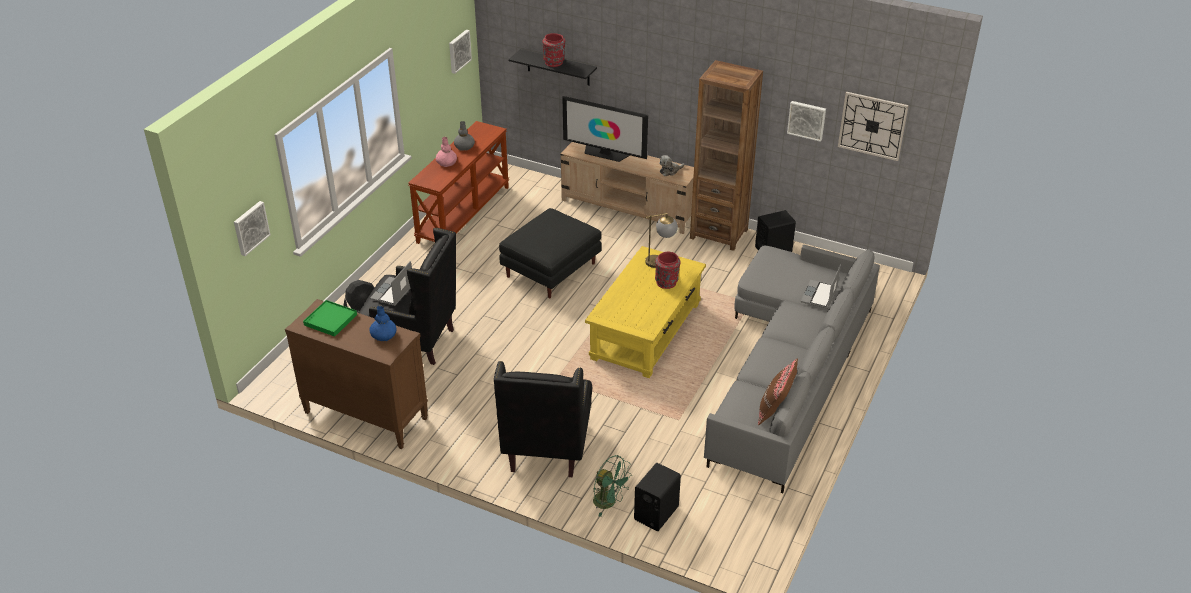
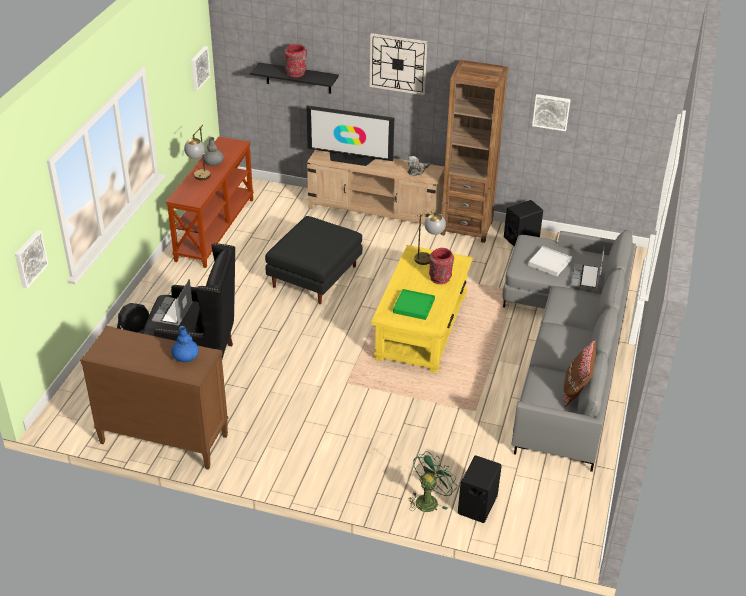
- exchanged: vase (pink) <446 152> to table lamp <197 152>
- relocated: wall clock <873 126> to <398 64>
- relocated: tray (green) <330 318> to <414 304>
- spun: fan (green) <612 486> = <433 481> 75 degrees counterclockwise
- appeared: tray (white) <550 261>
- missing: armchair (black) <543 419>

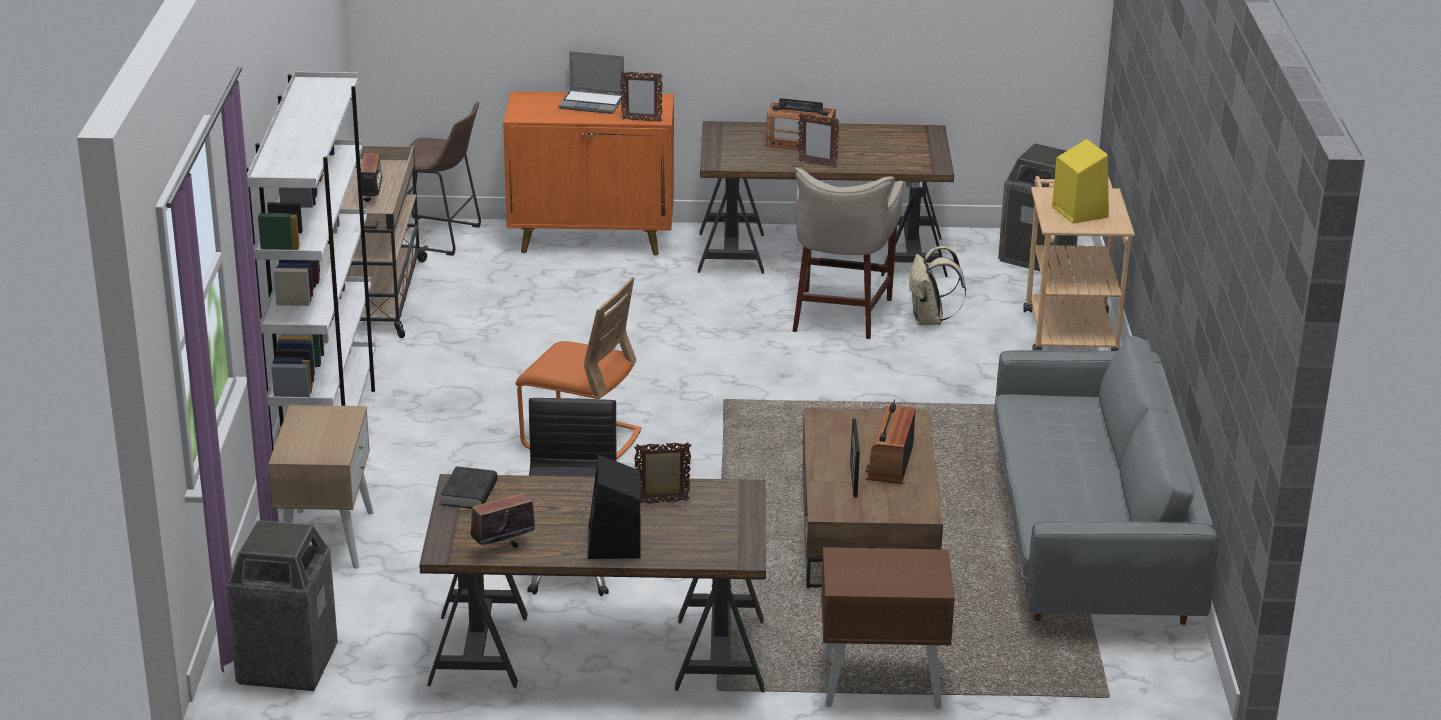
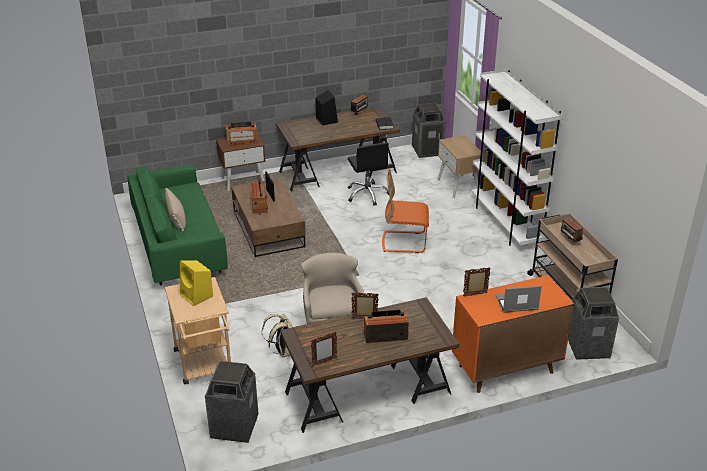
- colour: sofa (grey) <1105 479> to sofa (green) <177 225>
- appeared: pillow (beige) <175 210>
- appeared: radio <242 133>
- relocated: picture frame <662 472> to <324 348>
- exchanged: stool (brown) <441 179> to trash can <593 323>

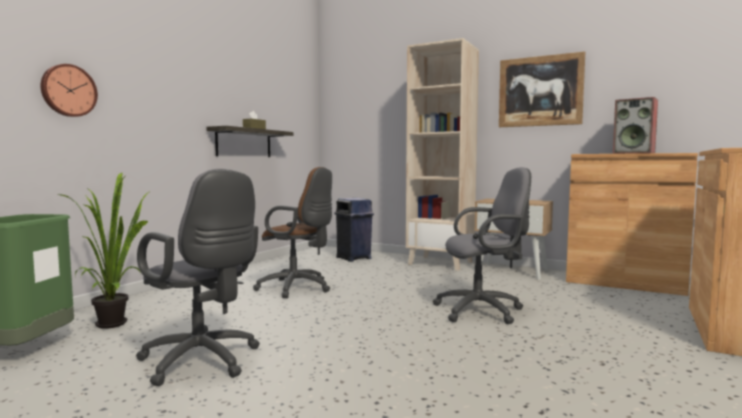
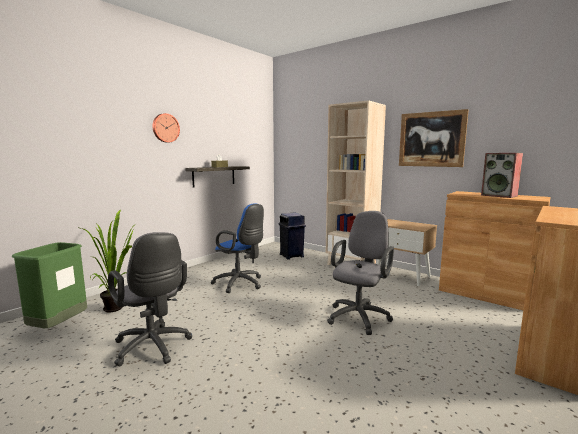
- relocated: wall clock <69 90> to <166 128>
- colour: office chair (brown) <292 232> to office chair (blue) <237 248>
- spun: office chair (grey) <482 245> = <360 273> 60 degrees counterclockwise

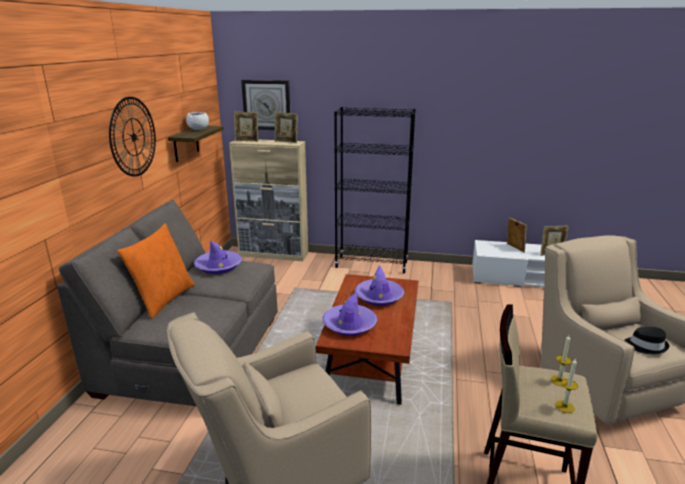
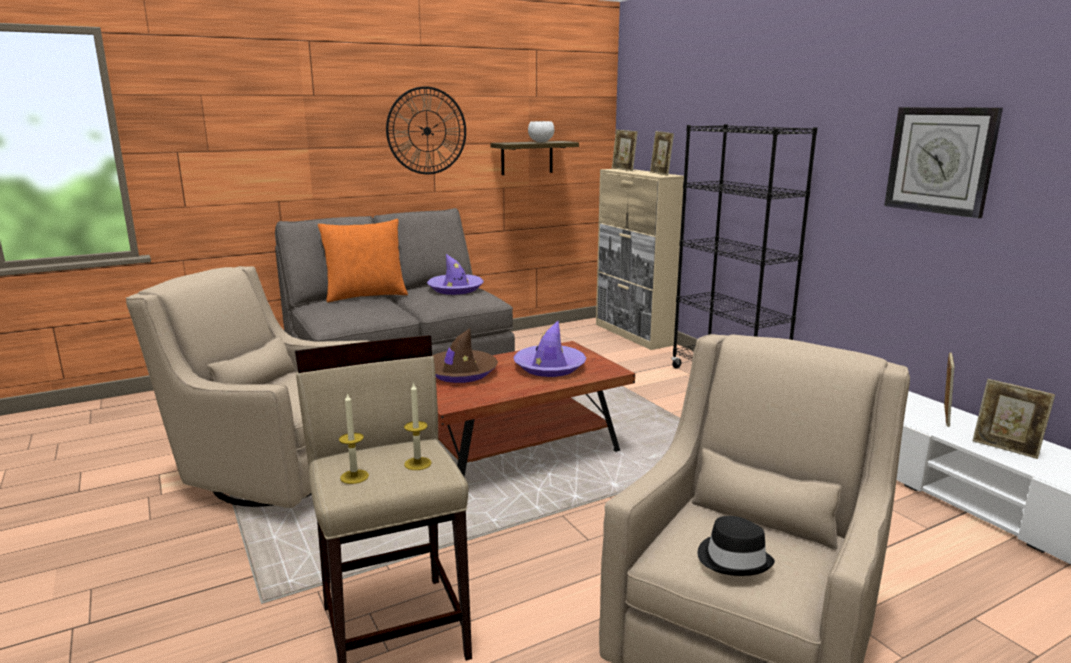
- colour: hat (purple) <350 314> to hat (brown) <465 355>
- relocated: wall clock <265 105> to <943 162>

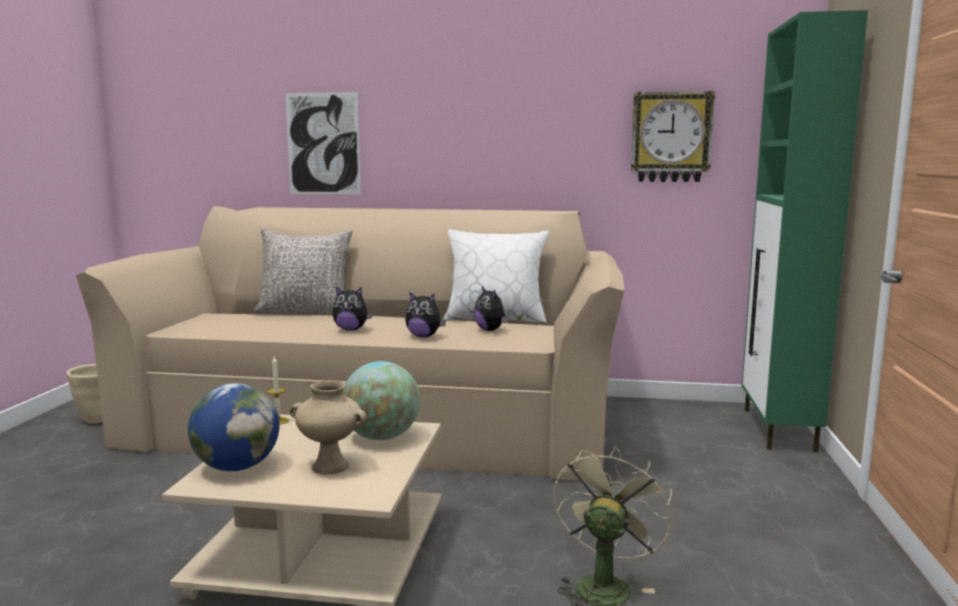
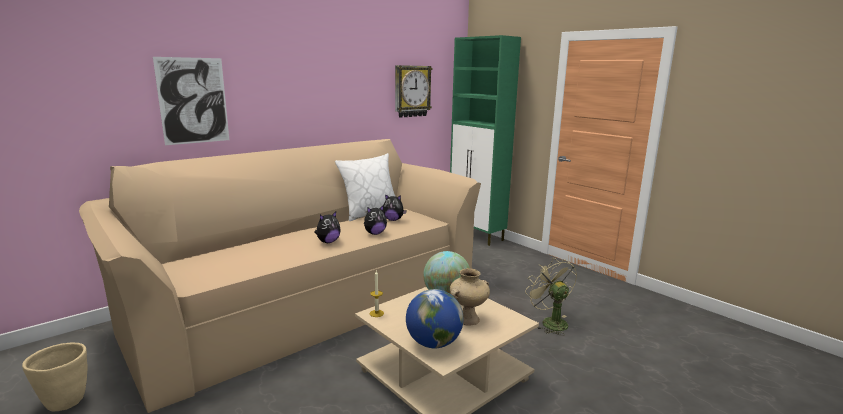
- missing: pillow (grey) <303 272>

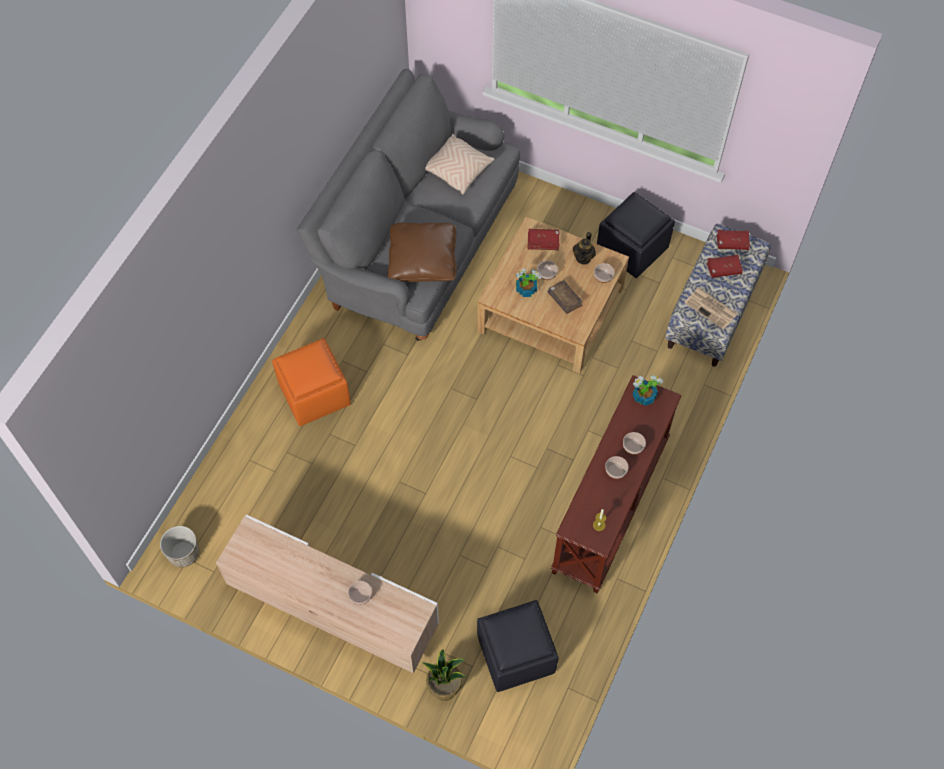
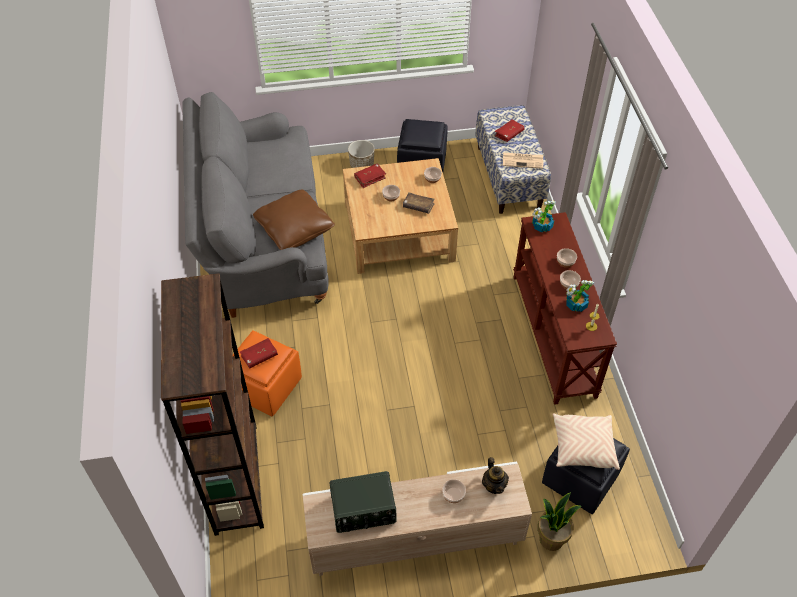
- appeared: bookcase (brown) <212 404>
- relocated: book (red) <733 240> to <259 353>
- appeared: radio <362 502>
- relocated: planter <179 546> to <361 154>
- relocated: teapot <584 248> to <495 475>
- relocated: pillow (beige) <459 164> to <586 442>
- relocated: potted plant <528 282> to <580 296>

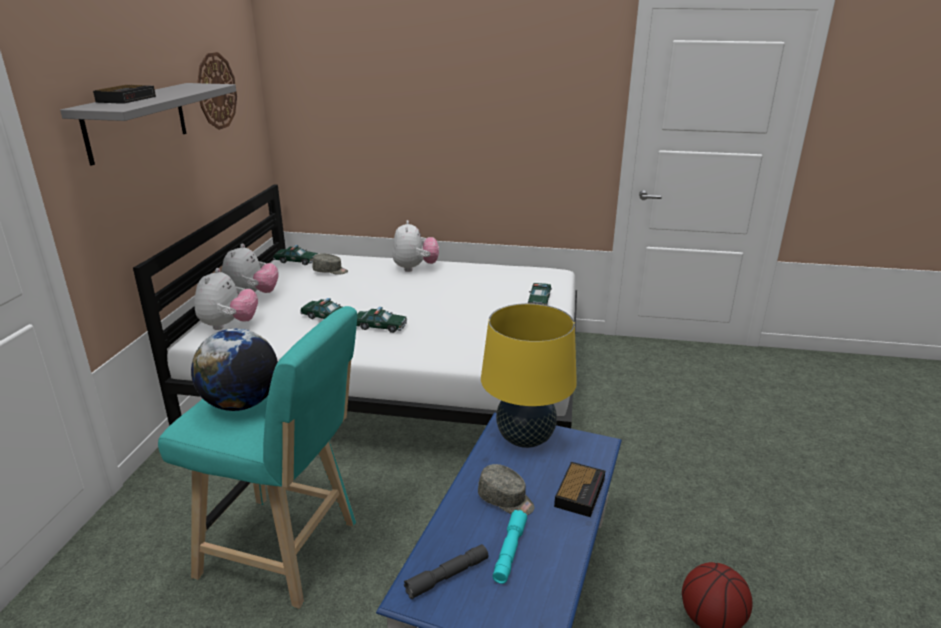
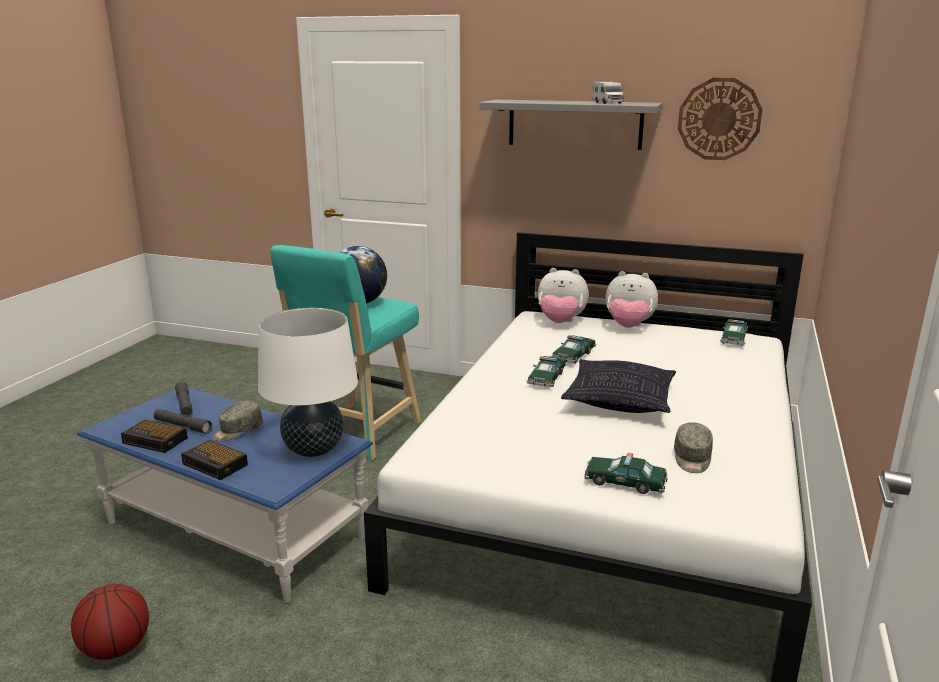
- relocated: alarm clock <124 94> to <154 436>
- colour: flashlight (turquoise) <510 547> to flashlight (grey) <183 421>
- colour: table lamp (yellow) <529 375> to table lamp (white) <308 382>
- appeared: pillow <618 386>
- appeared: toy truck <608 93>
- relocated: cap (grey) <330 264> to <693 447>
- missing: plush toy <415 246>

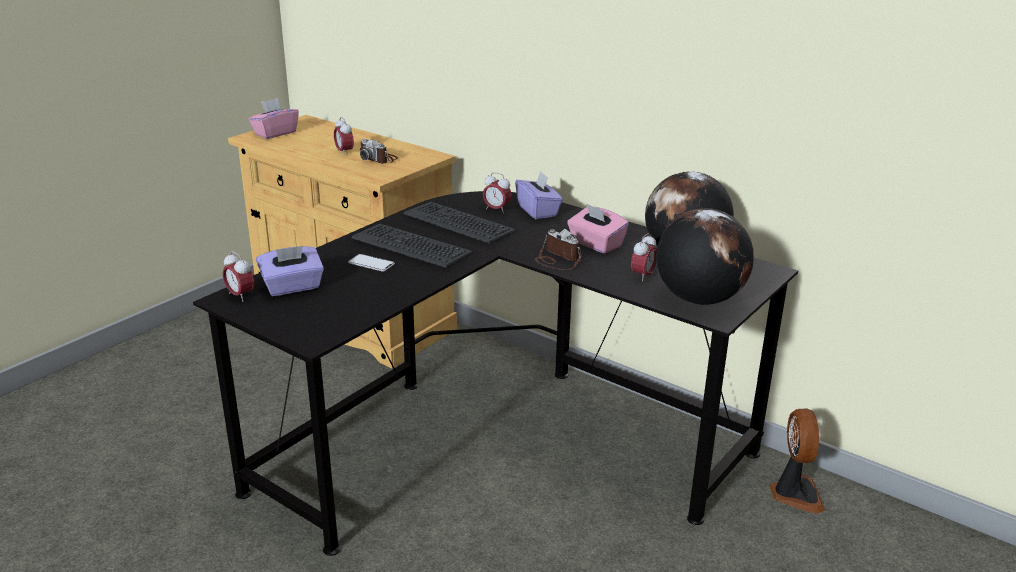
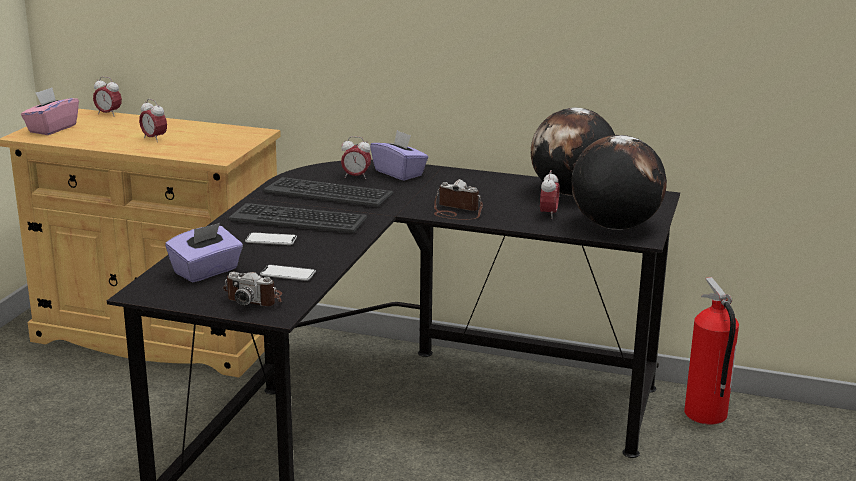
- relocated: alarm clock <238 276> to <107 96>
- relocated: photo camera <379 151> to <252 288>
- appeared: phone <288 273>
- exchanged: fan <797 461> to fire extinguisher <711 351>
- missing: tissue box (pink) <598 228>

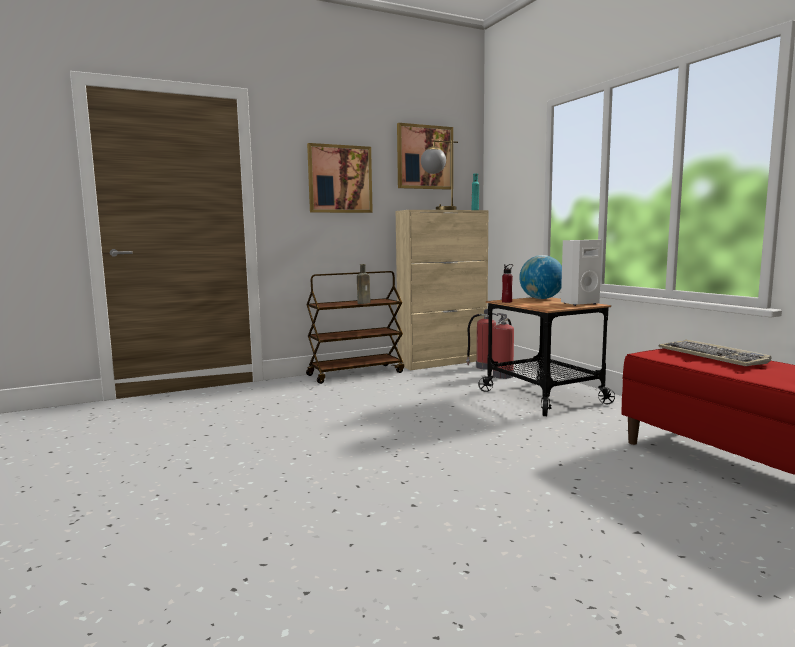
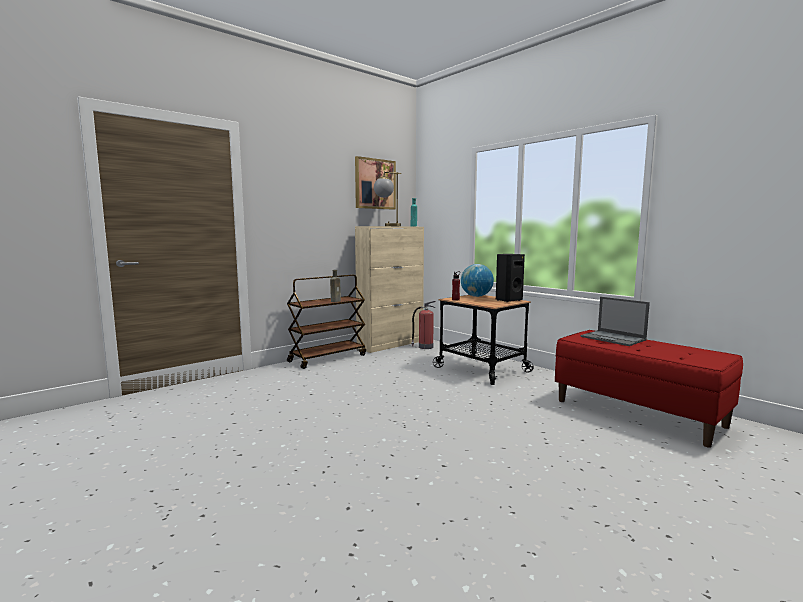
- colour: speaker (white) <581 273> to speaker (black) <510 278>
- exchanged: keyboard <715 353> to laptop <615 321>
- missing: picture <340 178>
- missing: fire extinguisher <503 346>

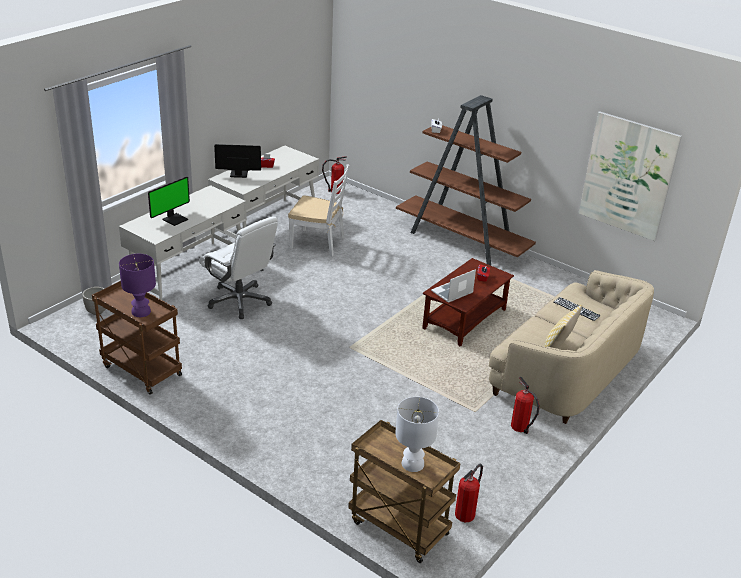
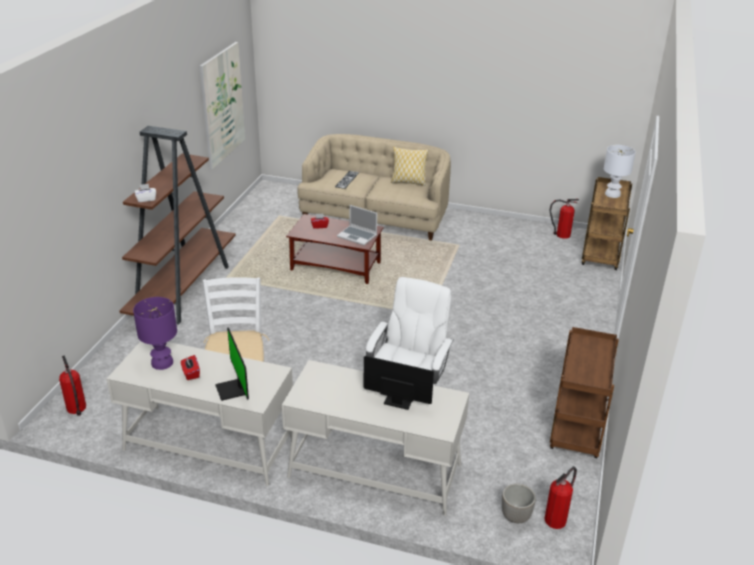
- relocated: table lamp (purple) <137 285> to <155 333>
- relocated: fire extinguisher <525 405> to <560 497>

